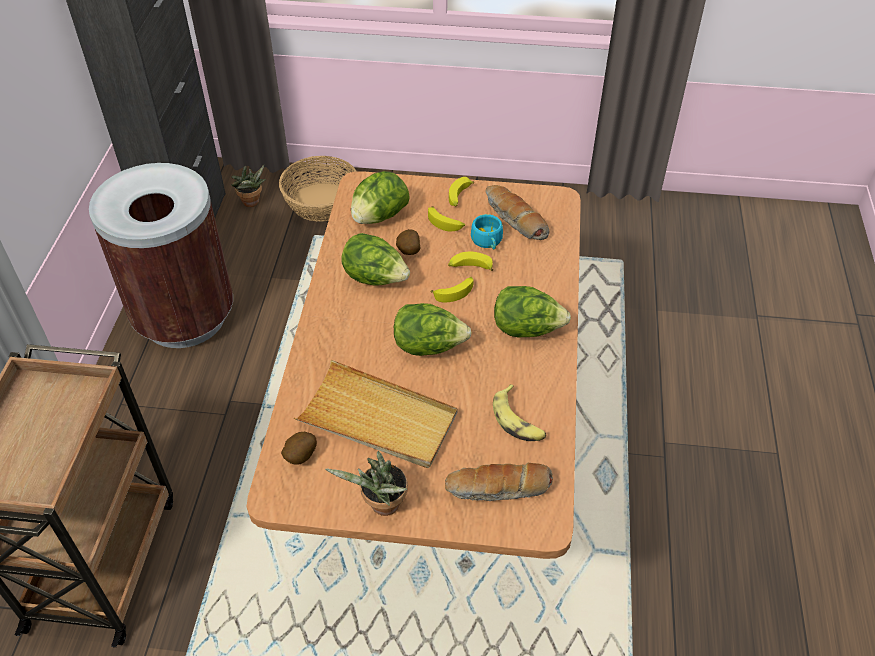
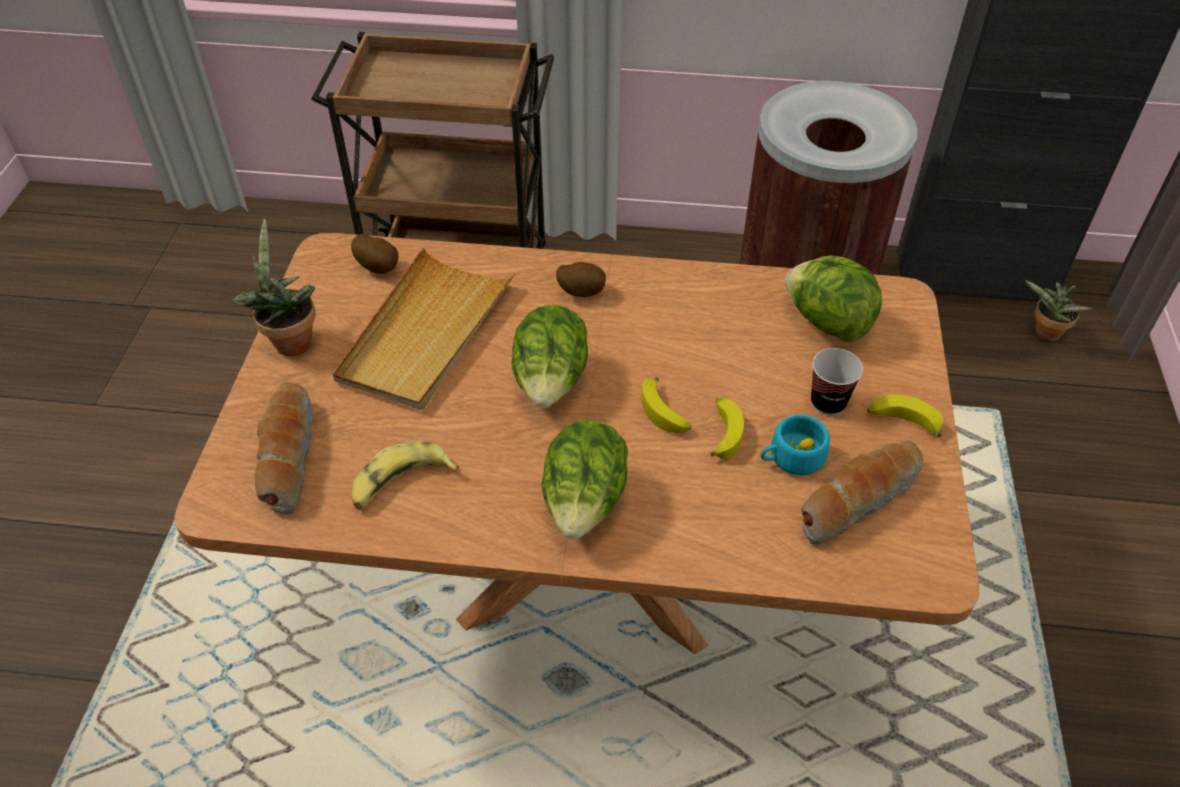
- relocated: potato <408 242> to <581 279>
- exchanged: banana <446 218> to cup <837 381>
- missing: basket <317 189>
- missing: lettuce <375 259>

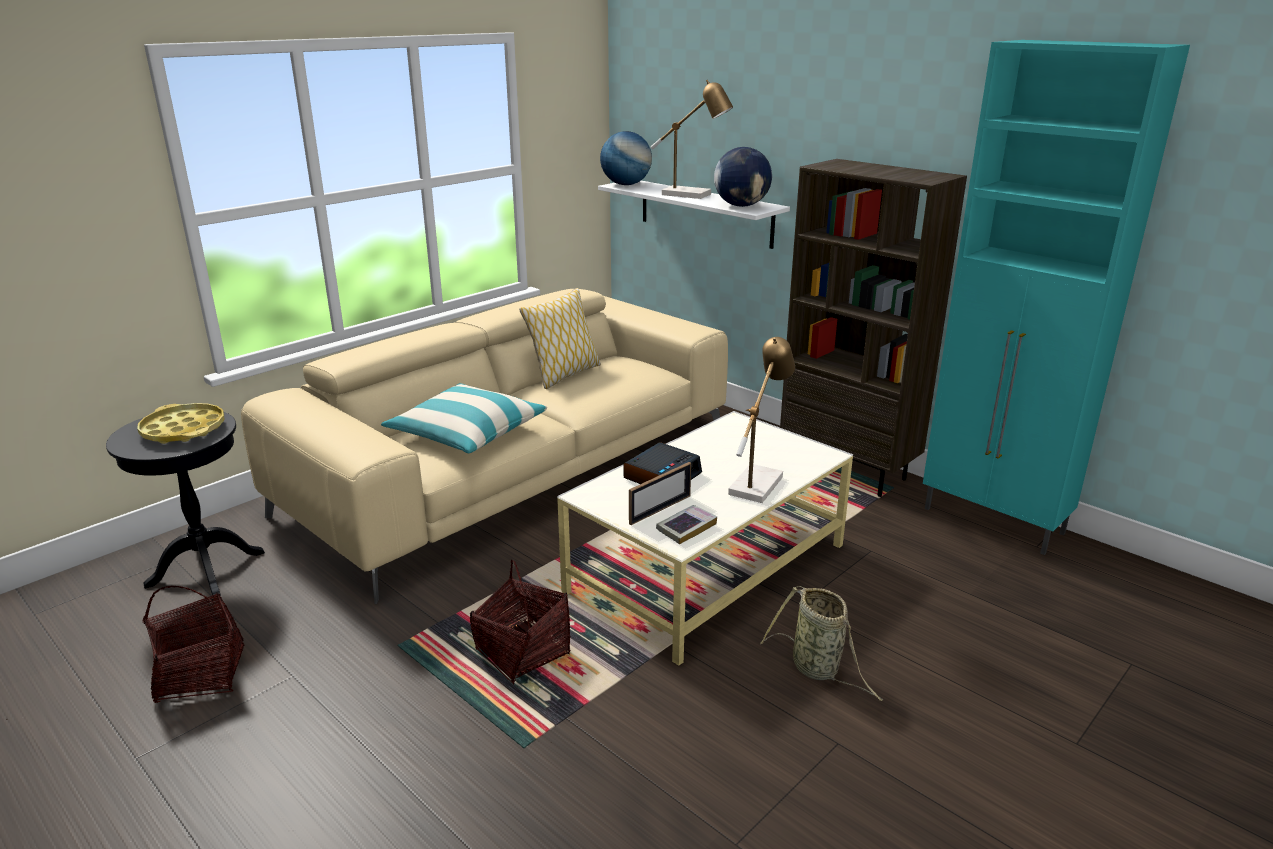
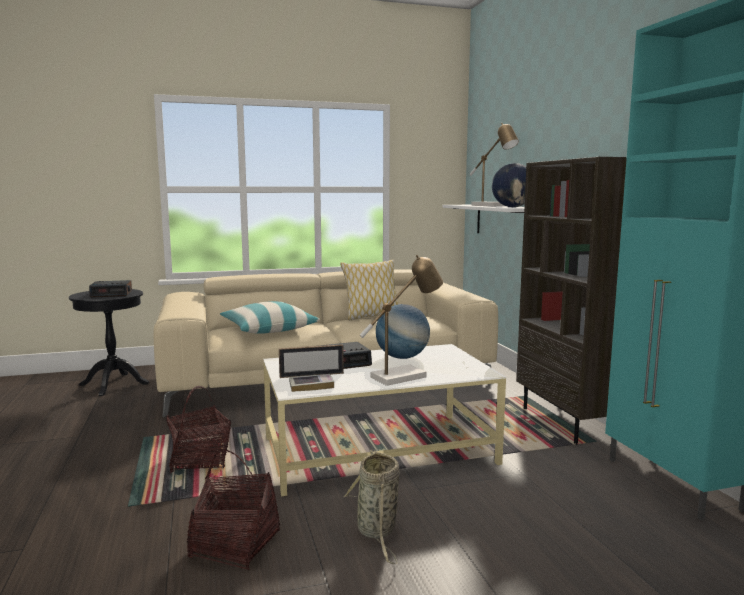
- exchanged: tray (yellow) <181 423> to alarm clock <110 289>
- relocated: basket <193 644> to <233 509>
- relocated: globe <626 158> to <403 331>

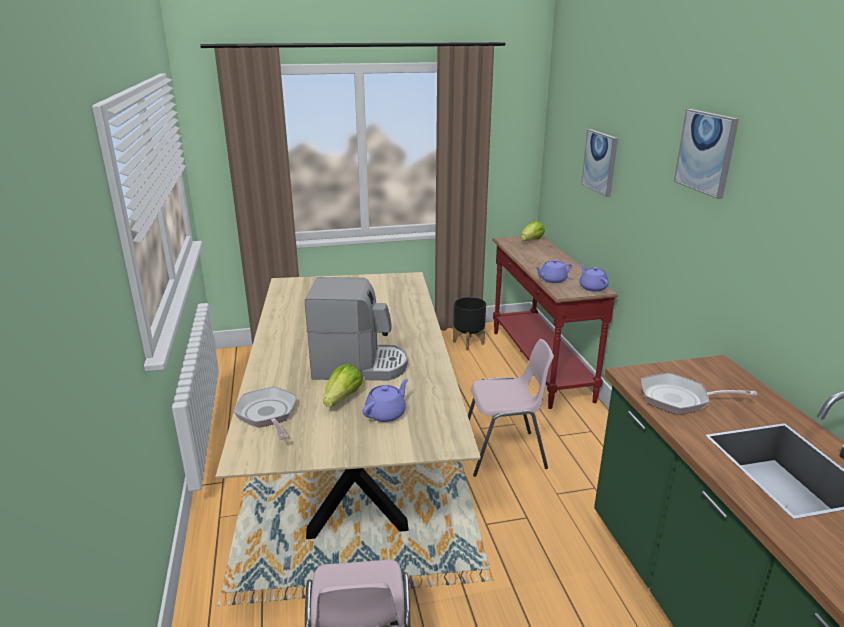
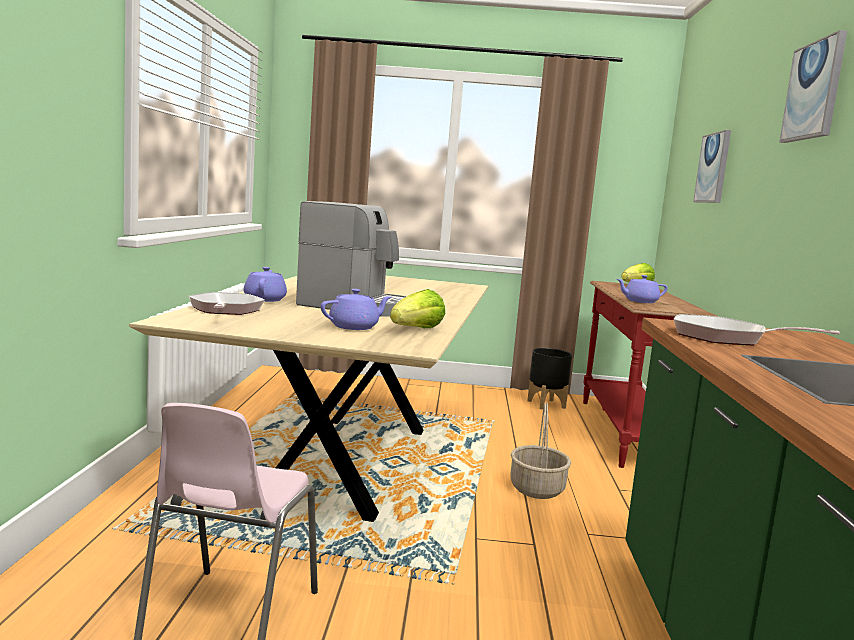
- relocated: teapot (purple) <594 278> to <265 284>
- relocated: lettuce <342 385> to <417 308>
- exchanged: chair (pink) <511 408> to basket <540 450>

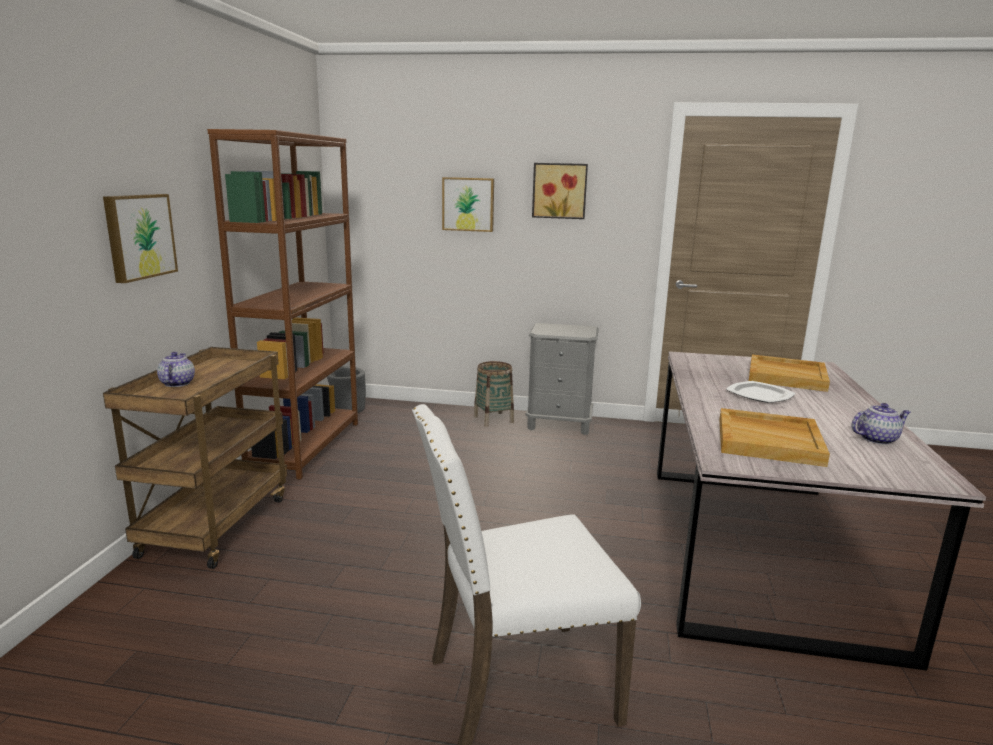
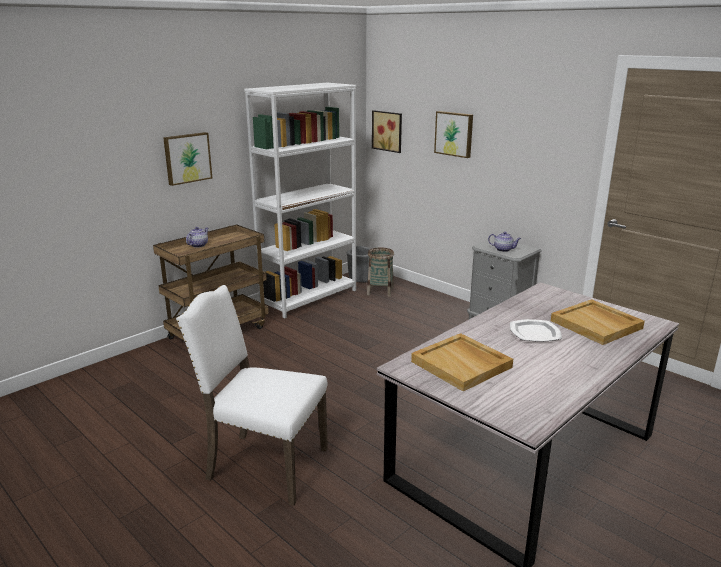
- colour: bookcase (brown) <282 304> to bookcase (white) <300 201>
- relocated: basket <494 394> to <380 272>
- relocated: picture <560 191> to <387 131>
- relocated: teapot <880 424> to <504 242>

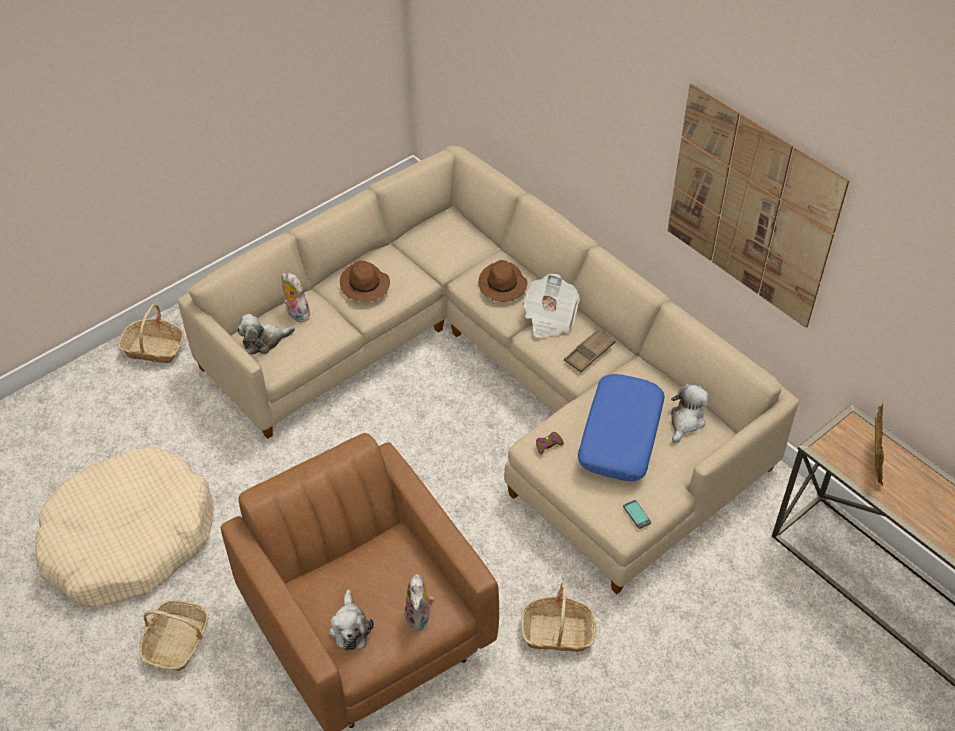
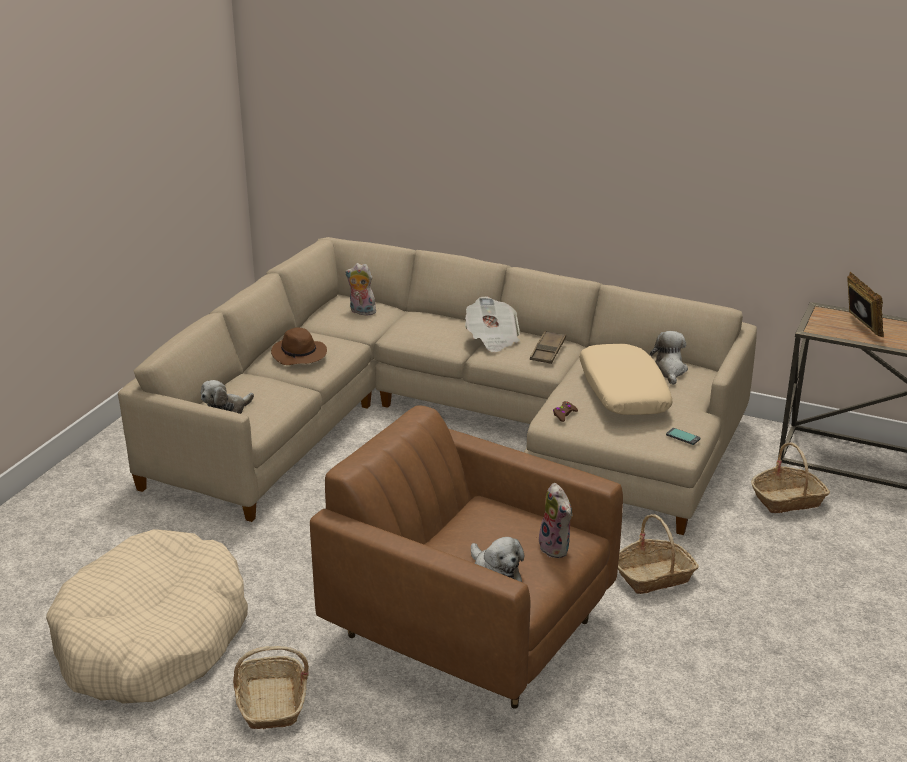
- relocated: plush toy <296 297> to <360 289>
- colour: pillow (blue) <621 428> to pillow (beige) <626 379>
- relocated: basket <151 333> to <790 477>
- missing: hat (brown) <503 281>
- missing: picture <758 206>

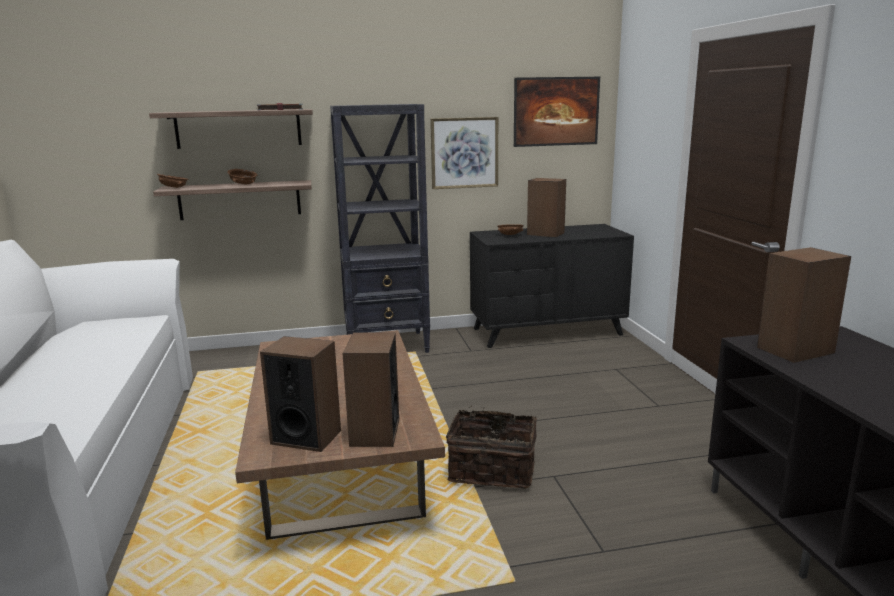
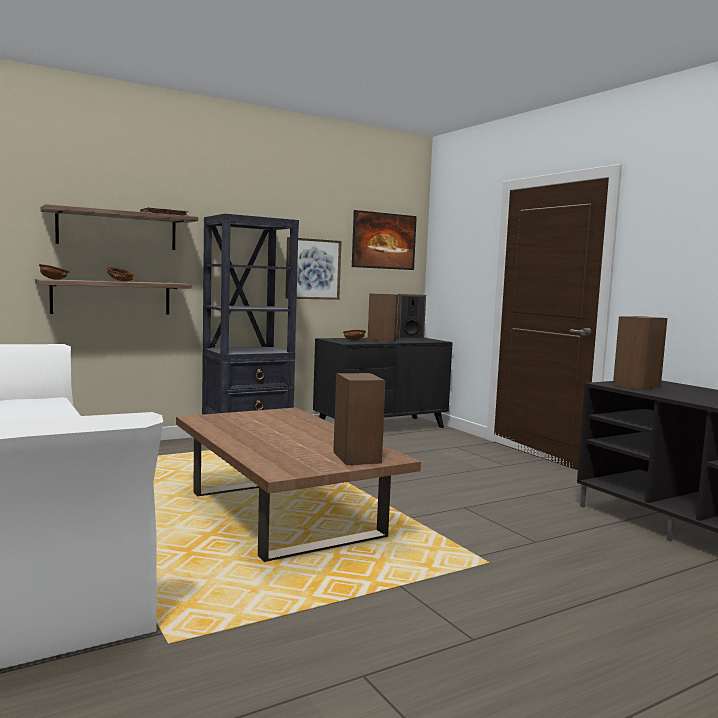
- relocated: speaker <300 394> to <411 317>
- missing: basket <491 447>

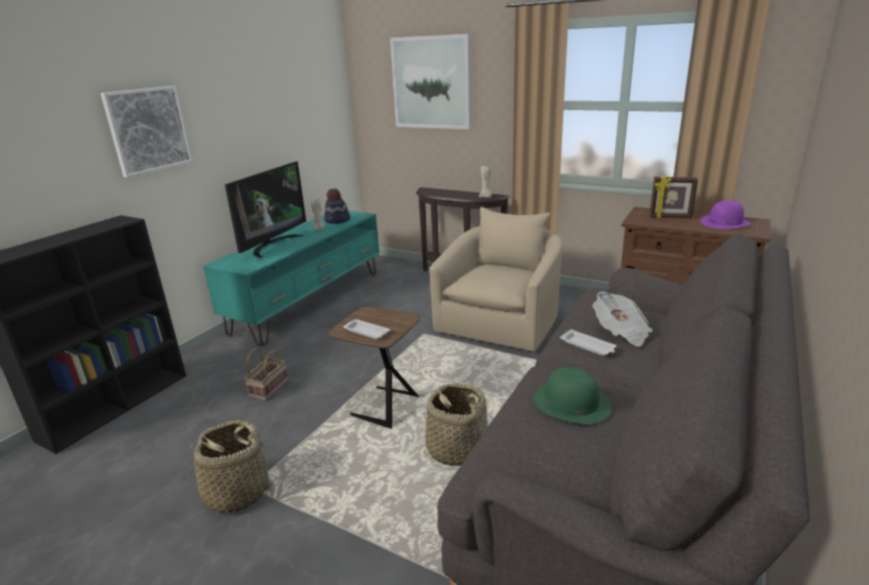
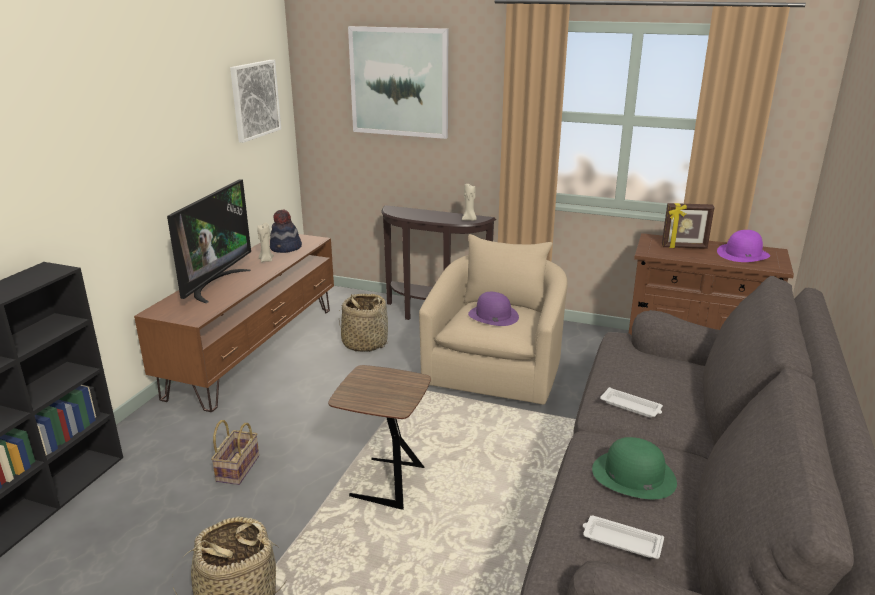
- colour: tv stand (turquoise) <291 278> to tv stand (brown) <234 323>
- relocated: picture <146 132> to <255 101>
- relocated: basket <456 424> to <363 323>
- appeared: hat (purple) <493 309>
- relocated: tray (white) <367 329> to <623 537>
- missing: newspaper <622 319>

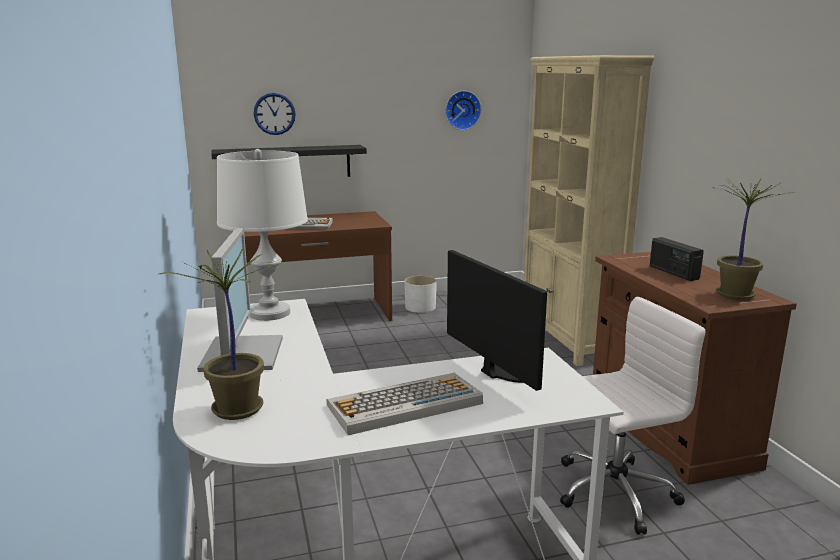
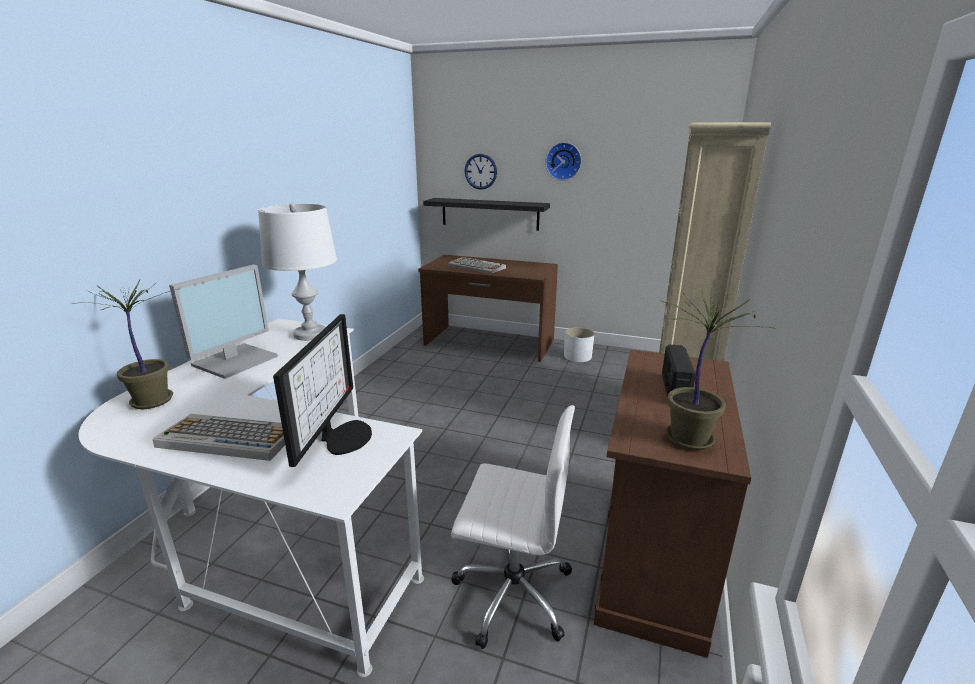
- relocated: wall clock <463 110> to <563 161>

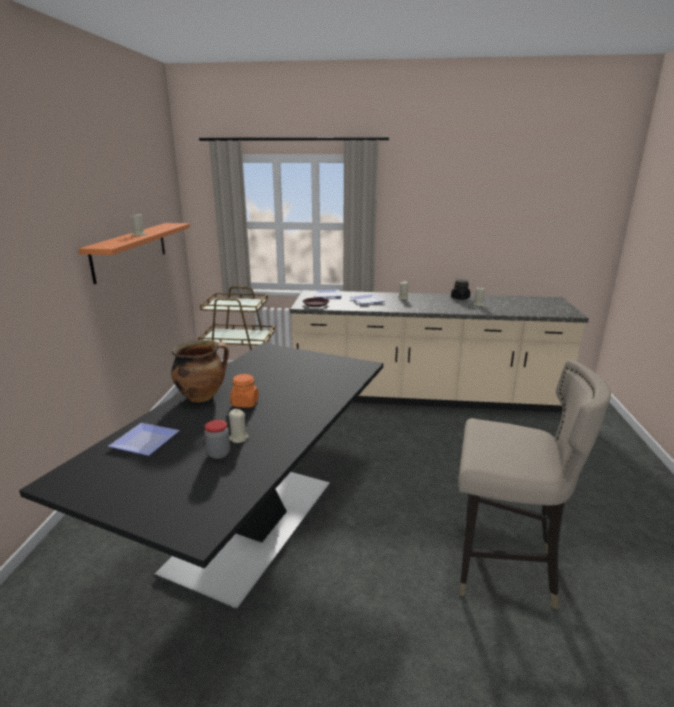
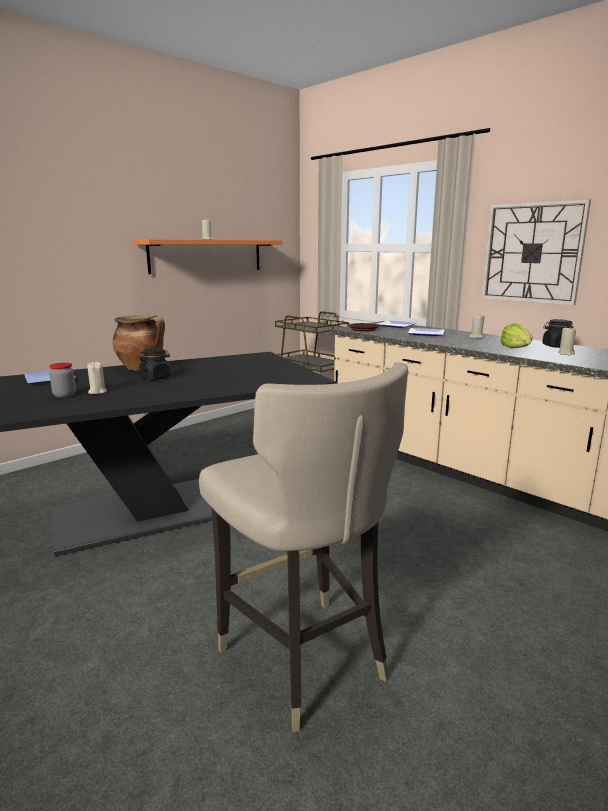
- colour: jar (orange) <244 390> to jar (black) <155 363>
- appeared: wall clock <536 252>
- appeared: lettuce <517 335>

